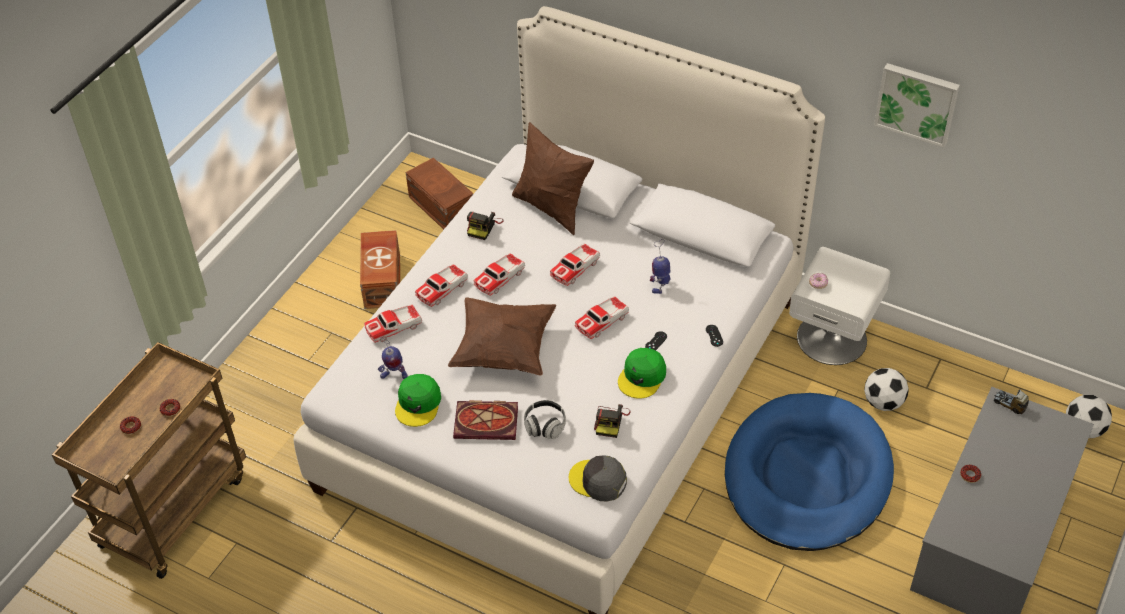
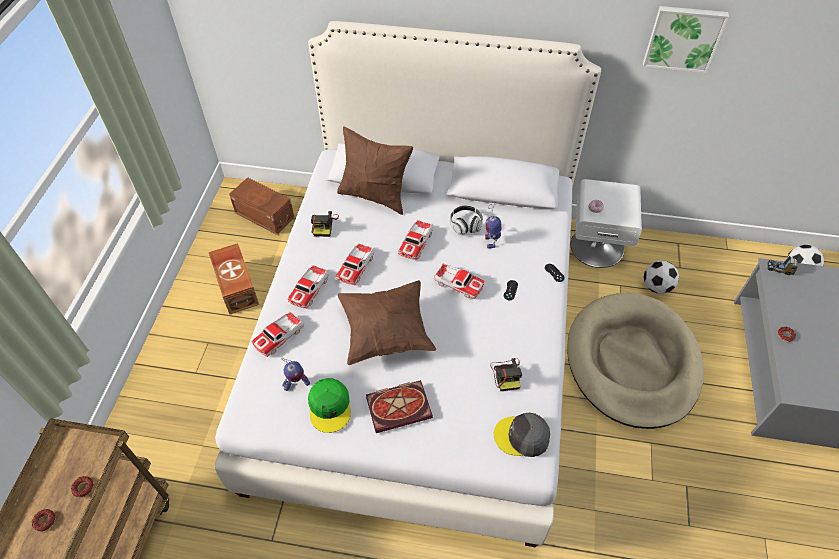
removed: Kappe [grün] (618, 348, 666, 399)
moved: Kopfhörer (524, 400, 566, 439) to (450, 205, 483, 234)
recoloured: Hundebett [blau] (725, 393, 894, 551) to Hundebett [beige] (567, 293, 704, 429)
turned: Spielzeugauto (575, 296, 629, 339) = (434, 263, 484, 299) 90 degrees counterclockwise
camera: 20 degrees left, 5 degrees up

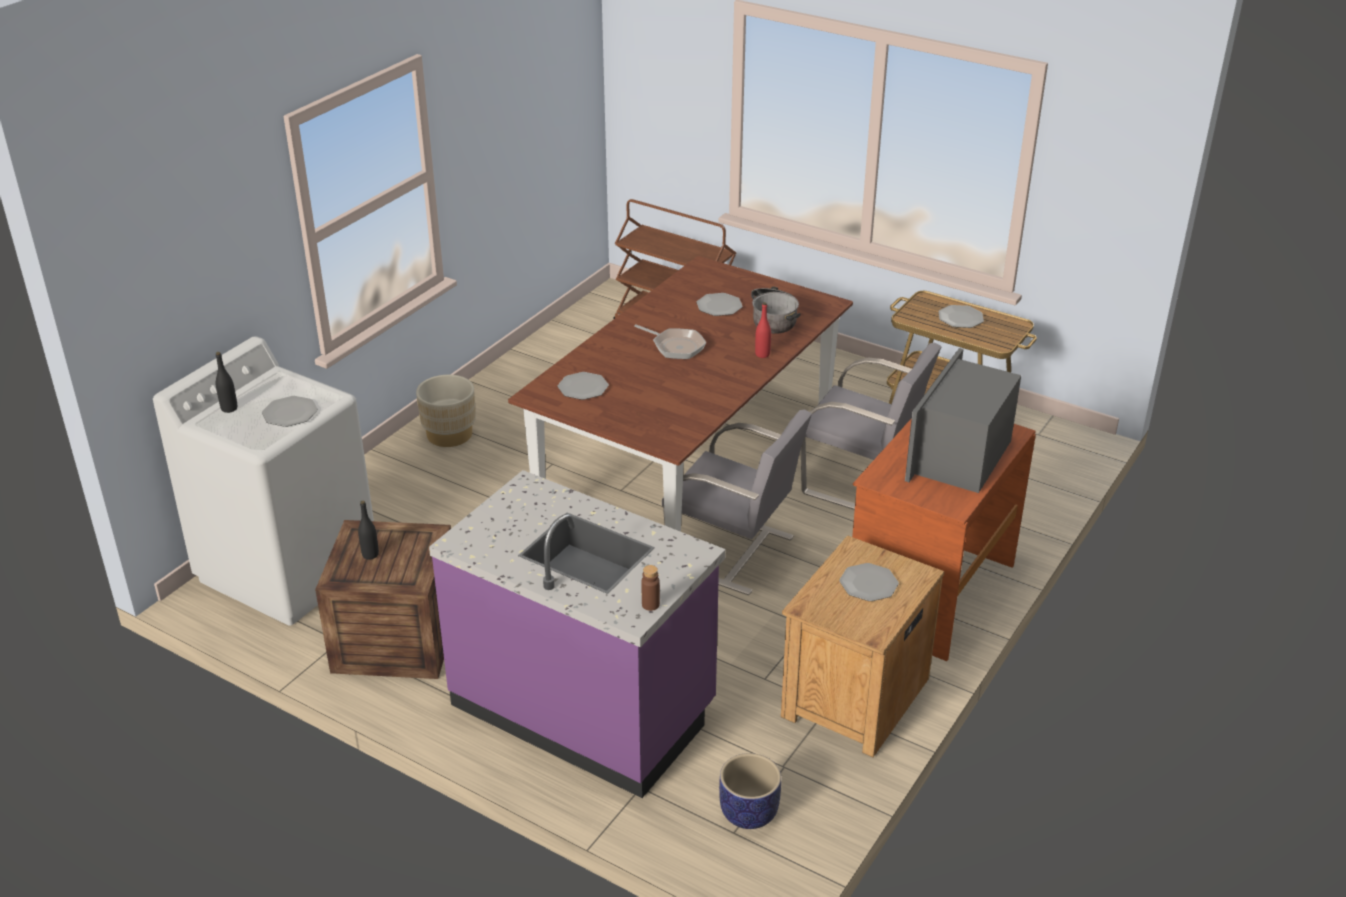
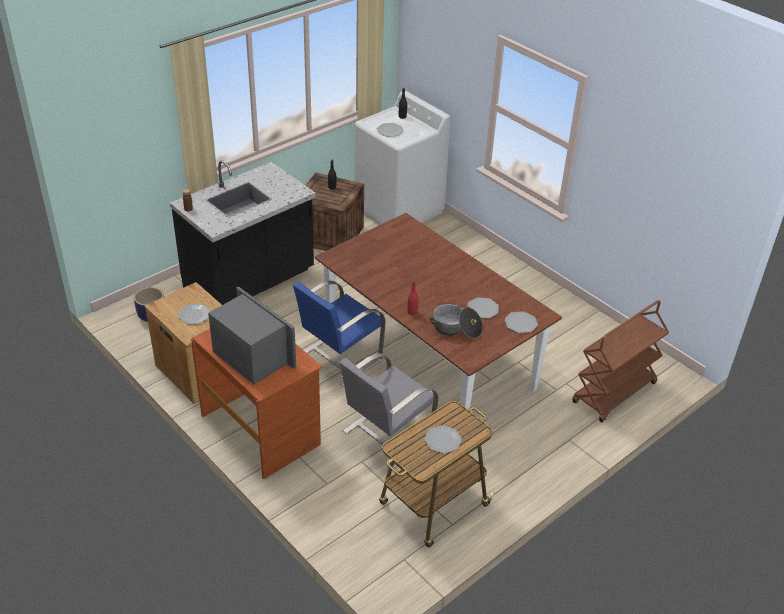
removed: Pflanzkübel [beige] (416, 375, 476, 447); Pfanne (634, 324, 706, 359)
moved: Teller (558, 372, 609, 400) to (505, 311, 538, 333)
recoloured: Küchenzeile [lila] (429, 470, 726, 798) to Küchenzeile [schwarz] (170, 160, 316, 305); Stuhl [grau] (662, 410, 812, 595) to Stuhl [blau] (293, 281, 385, 386)
camera: 105 degrees right, 5 degrees up

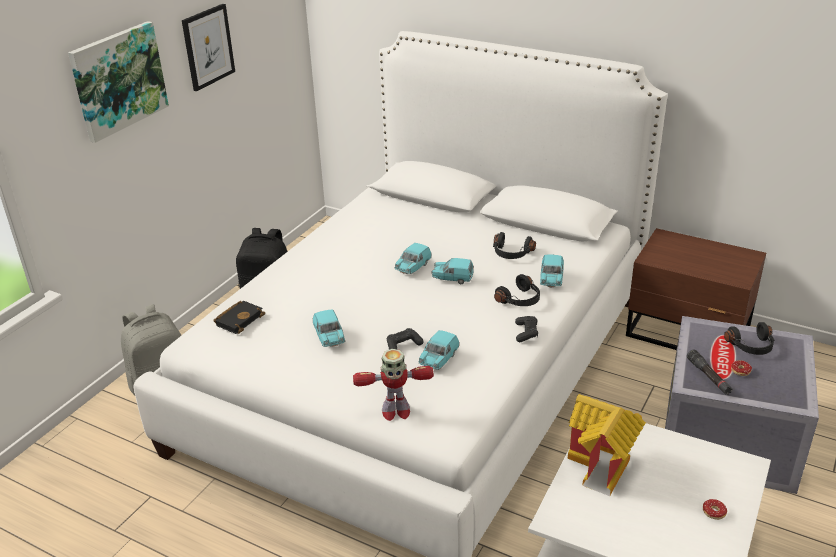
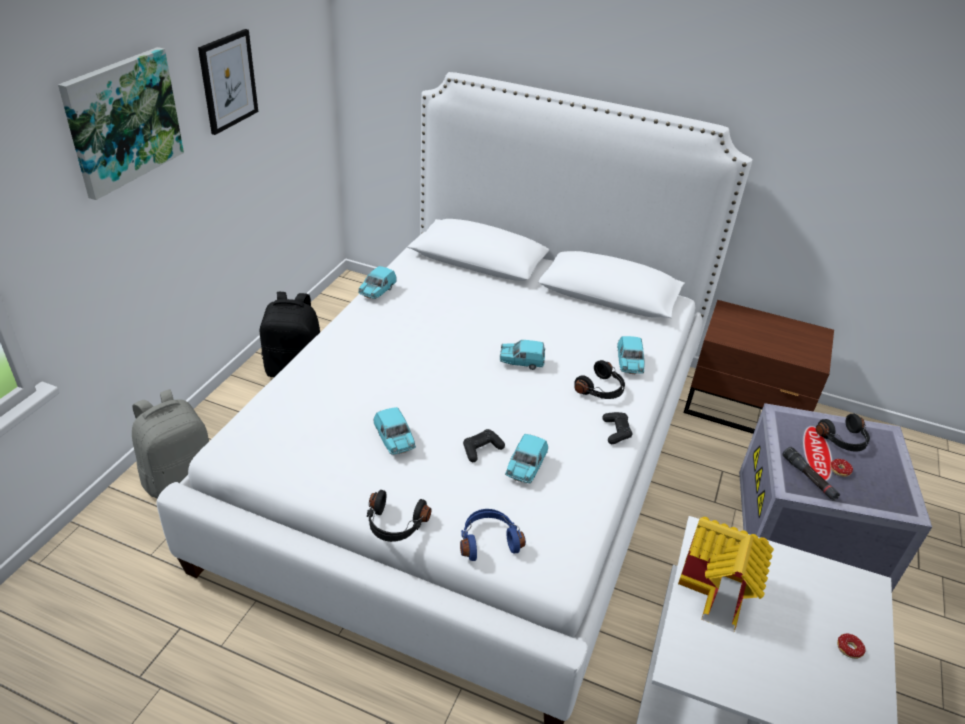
removed: Buch [schwarz] (214, 301, 265, 334)
moved: Spielzeugauto [türkis] (395, 243, 431, 274) to (358, 266, 397, 299); Kopfhörer [schwarz] (493, 232, 536, 259) to (367, 490, 432, 542)
replaced: Spielzeugroboter (353, 349, 434, 421) to Kopfhörer [blau] (460, 509, 526, 561)
camera: 10 degrees left, 5 degrees up

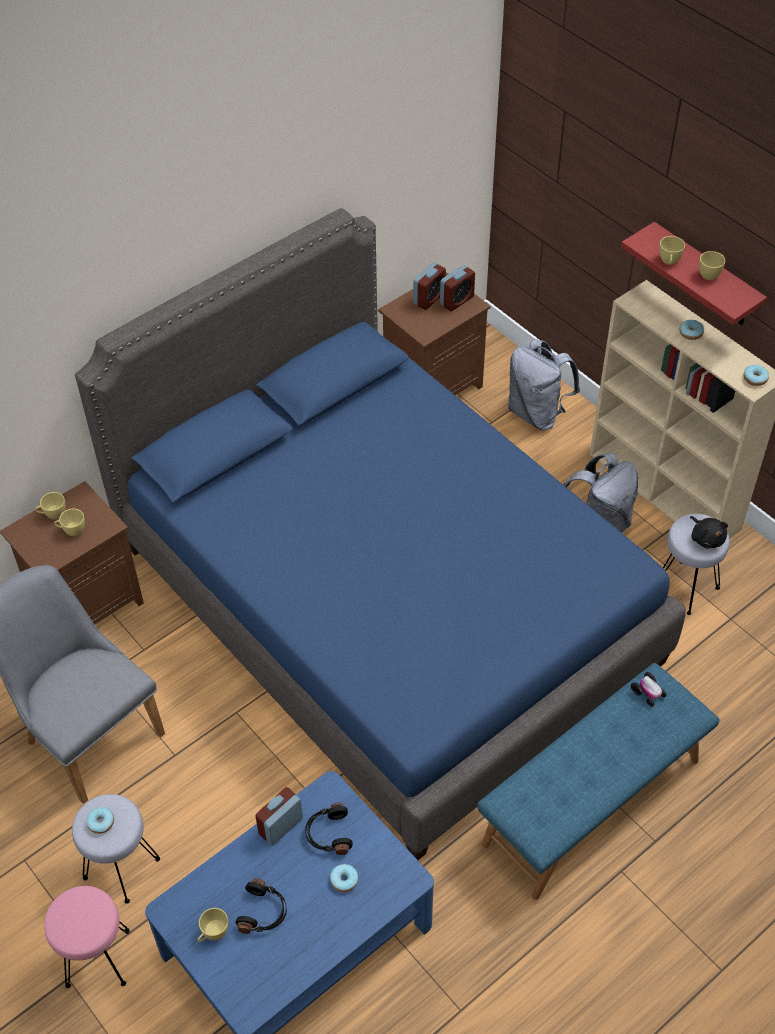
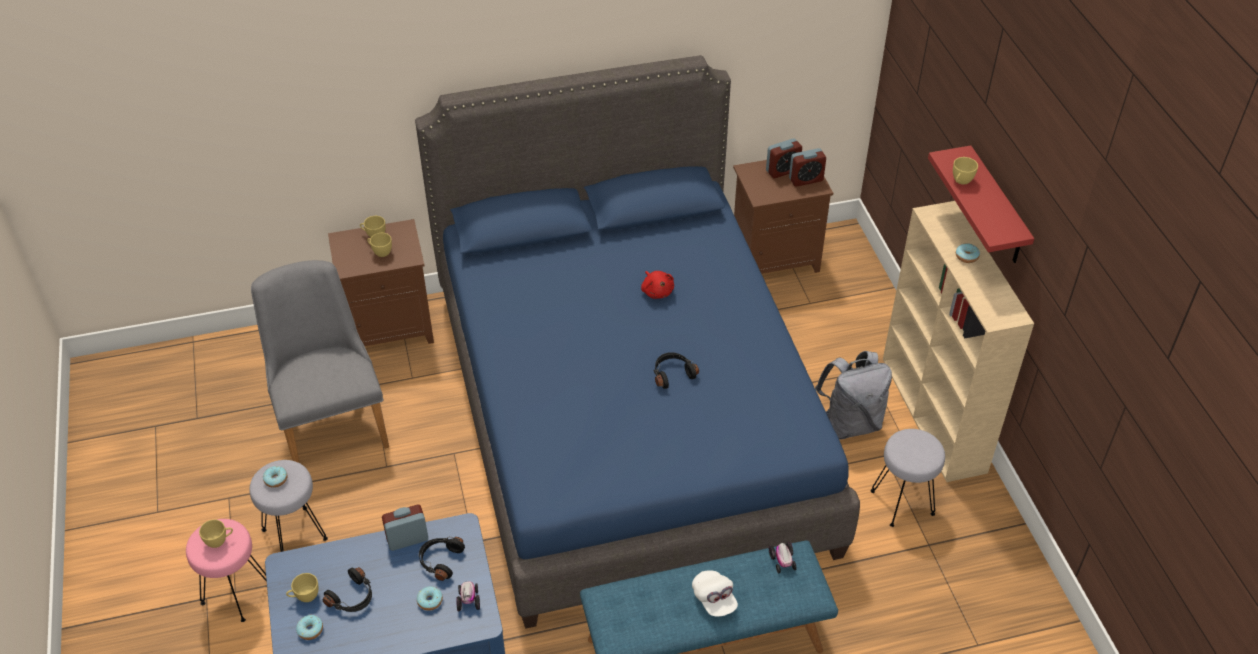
removed: Rucksack [grau] (508, 339, 580, 430); Plüschtier [schwarz] (690, 516, 728, 548)
added: Spielzeugauto (456, 581, 480, 611); Plüschtier [rot] (641, 271, 674, 299); Kopfhörer [schwarz] (653, 352, 699, 389); Kappe [weiß] (692, 570, 738, 616)
moved: Tasse [gelb] (699, 251, 725, 280) to (199, 519, 233, 548); Donut (744, 365, 769, 386) to (296, 615, 323, 640)
camera: 25 degrees right, 5 degrees down

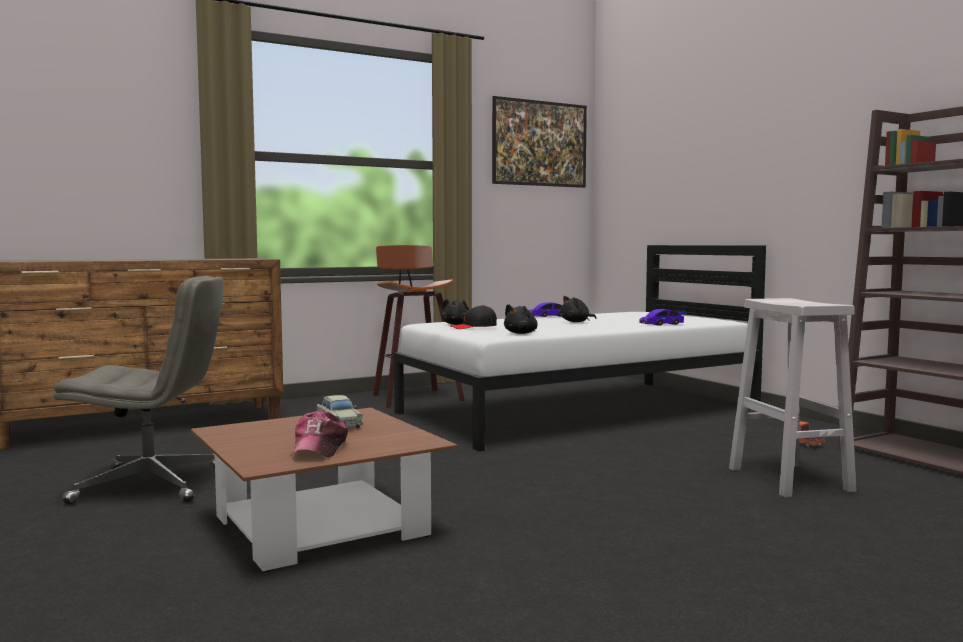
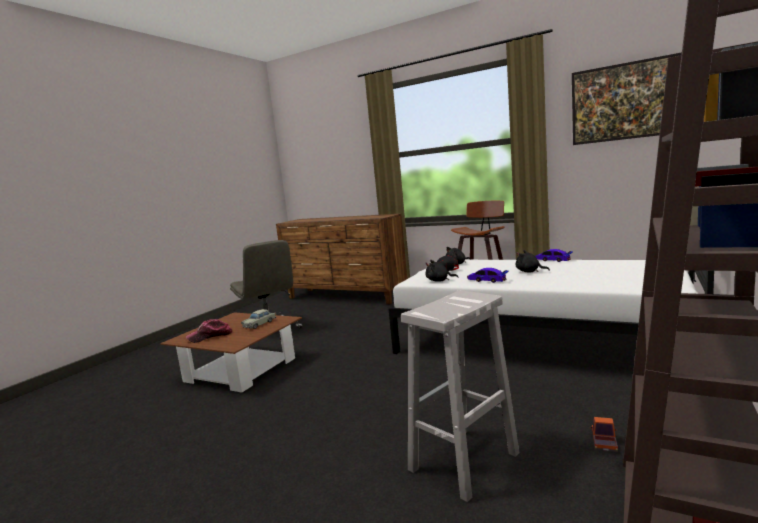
moved: Spielzeugauto (639, 309, 687, 326) to (467, 268, 508, 283)
camera: 60 degrees right, 5 degrees up

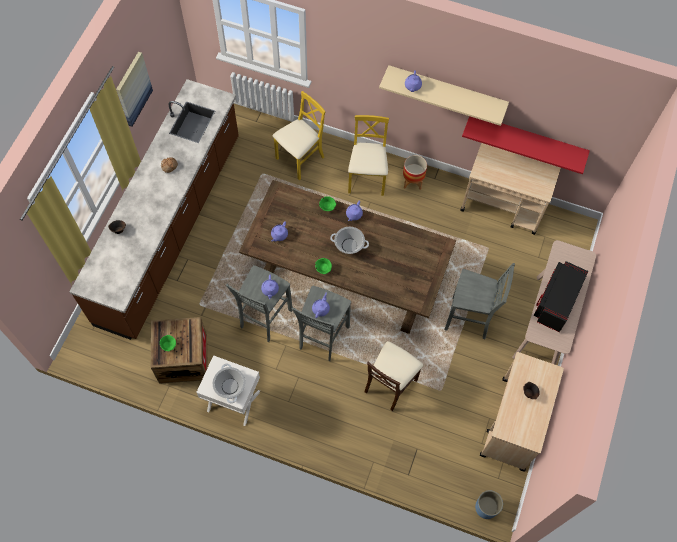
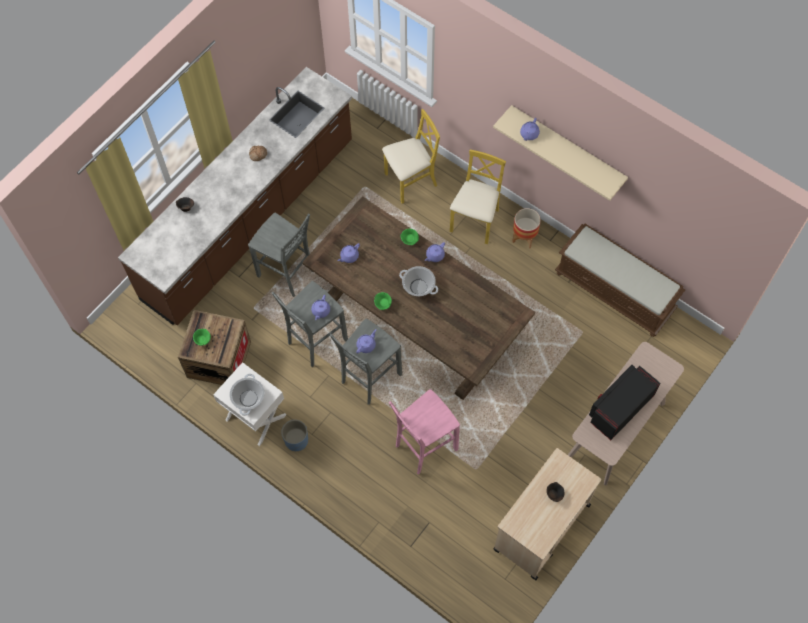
removed: Bild (116, 52, 153, 127); Wandregal [rot] (462, 116, 590, 174)
moved: Hocker [grau] (444, 263, 515, 340) to (248, 213, 313, 297); Pflanzkübel [blau] (475, 490, 503, 519) to (281, 420, 308, 451)
replaced: Stuhl [beige] (364, 341, 423, 411) to Hocker [rosa] (389, 389, 460, 475); Rollwagen [beige] (460, 143, 561, 235) to Bank [braun] (555, 224, 685, 337)
camera: 20 degrees right, 0 degrees up

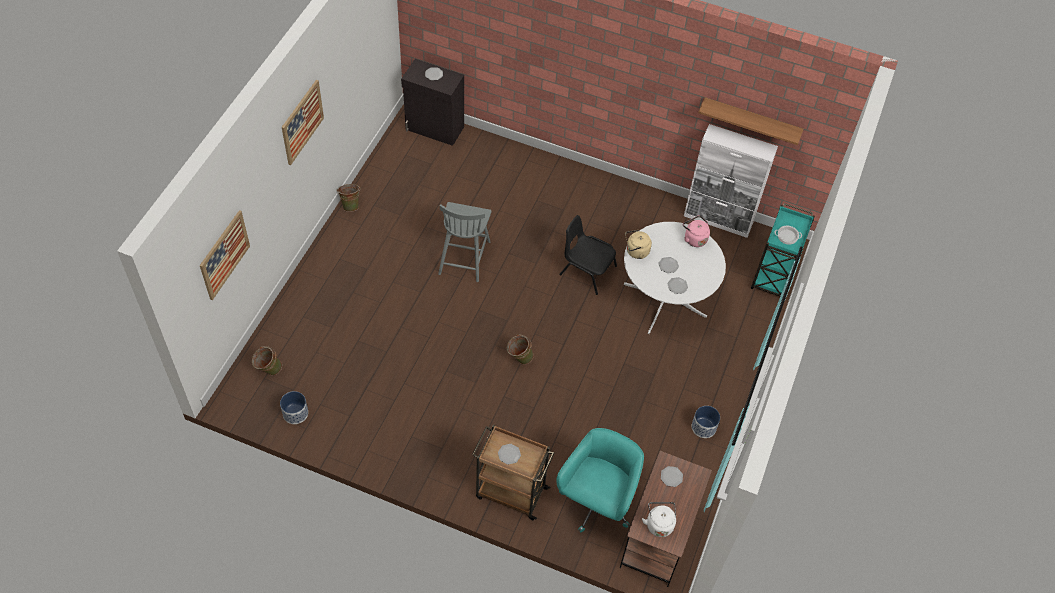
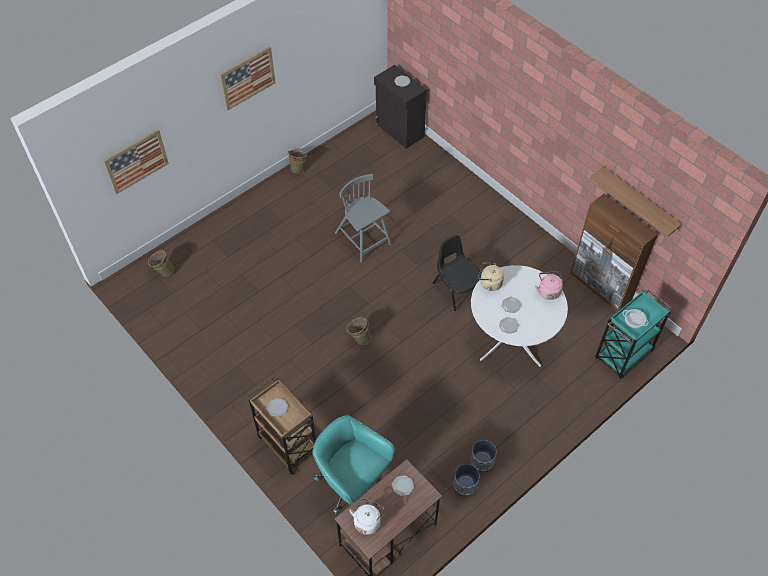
moved: Pflanzkübel (280, 391, 308, 424) to (454, 464, 480, 495)
recoloured: Schrank [weiß] (684, 124, 778, 238) to Schrank [braun] (570, 194, 658, 312)
turned: Stuhl [grau] (438, 202, 492, 282) = (335, 174, 391, 263) 105 degrees clockwise; Bürostuhl [türkis] (556, 428, 644, 533) = (313, 415, 395, 514) 105 degrees counterclockwise
camera: 30 degrees right, 0 degrees up

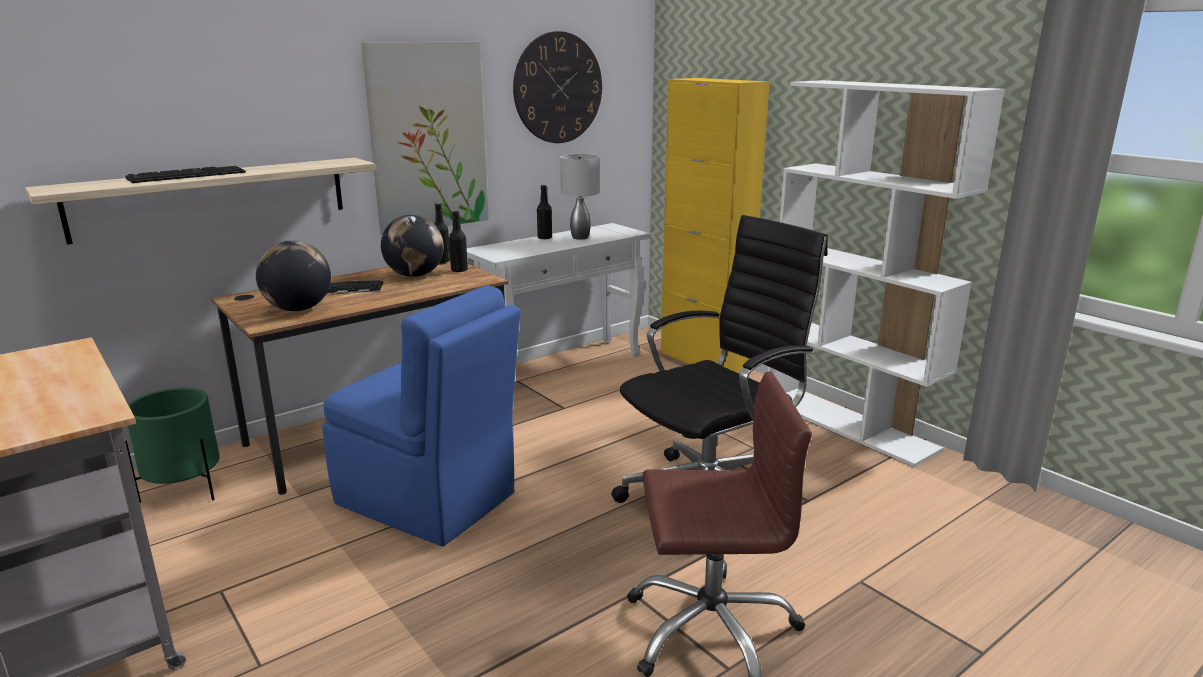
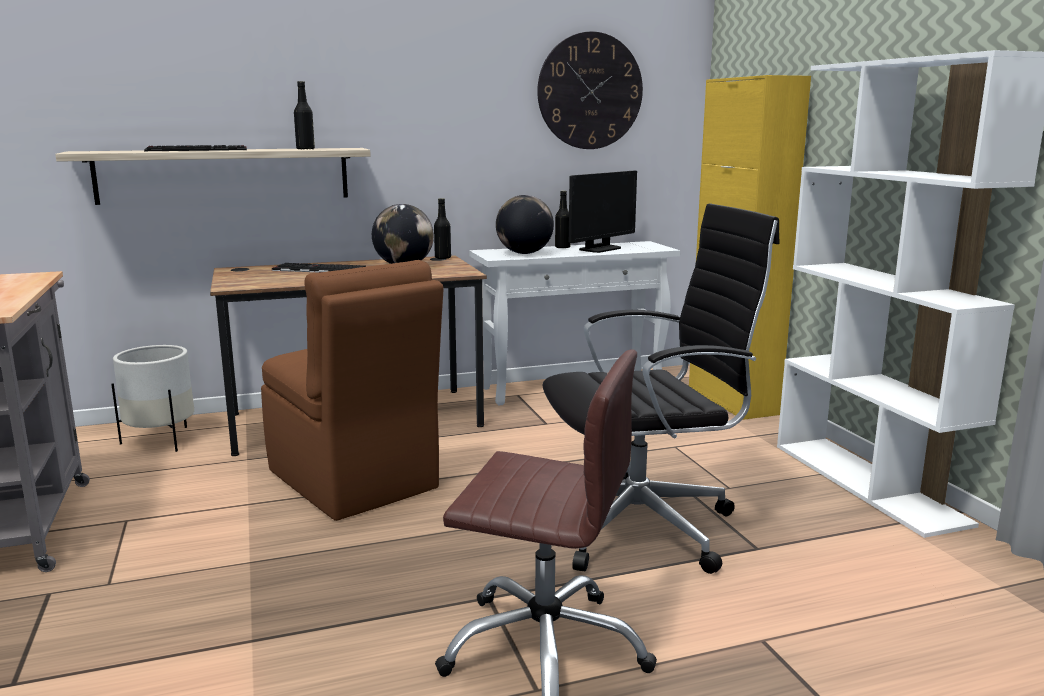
removed: Bild (361, 42, 489, 235)
moved: Globus (256, 240, 331, 311) to (496, 195, 554, 254); Flasche [schwarz] (449, 210, 468, 272) to (294, 81, 315, 150)
replaced: Tischlampe [grau] (560, 154, 599, 240) to Monitor (569, 171, 637, 253)
recoloured: Pflanzkübel [grün] (125, 388, 220, 503) to Pflanzkübel [weiß] (111, 345, 194, 452); Stuhl [blau] (322, 286, 521, 546) to Stuhl [braun] (261, 260, 443, 521)
camera: 20 degrees right, 5 degrees down

